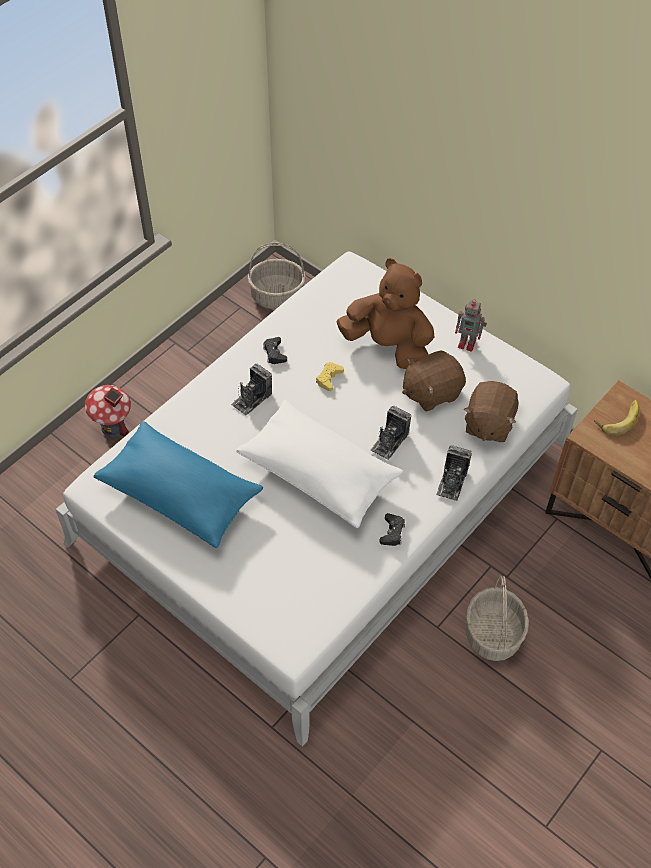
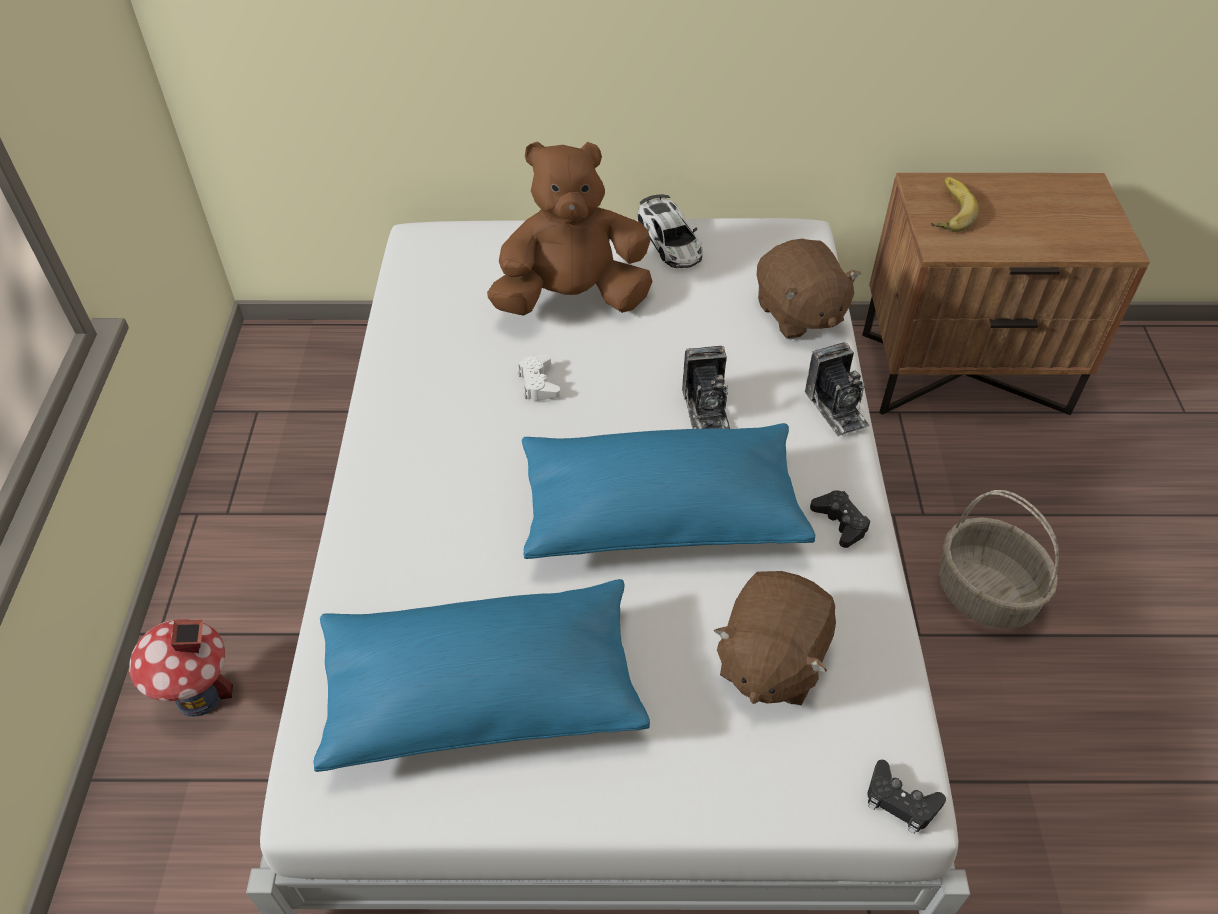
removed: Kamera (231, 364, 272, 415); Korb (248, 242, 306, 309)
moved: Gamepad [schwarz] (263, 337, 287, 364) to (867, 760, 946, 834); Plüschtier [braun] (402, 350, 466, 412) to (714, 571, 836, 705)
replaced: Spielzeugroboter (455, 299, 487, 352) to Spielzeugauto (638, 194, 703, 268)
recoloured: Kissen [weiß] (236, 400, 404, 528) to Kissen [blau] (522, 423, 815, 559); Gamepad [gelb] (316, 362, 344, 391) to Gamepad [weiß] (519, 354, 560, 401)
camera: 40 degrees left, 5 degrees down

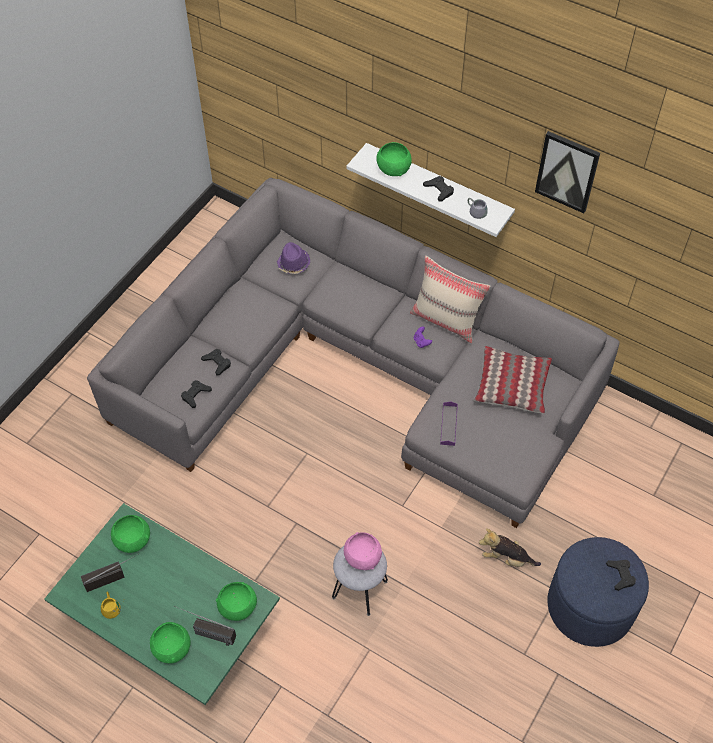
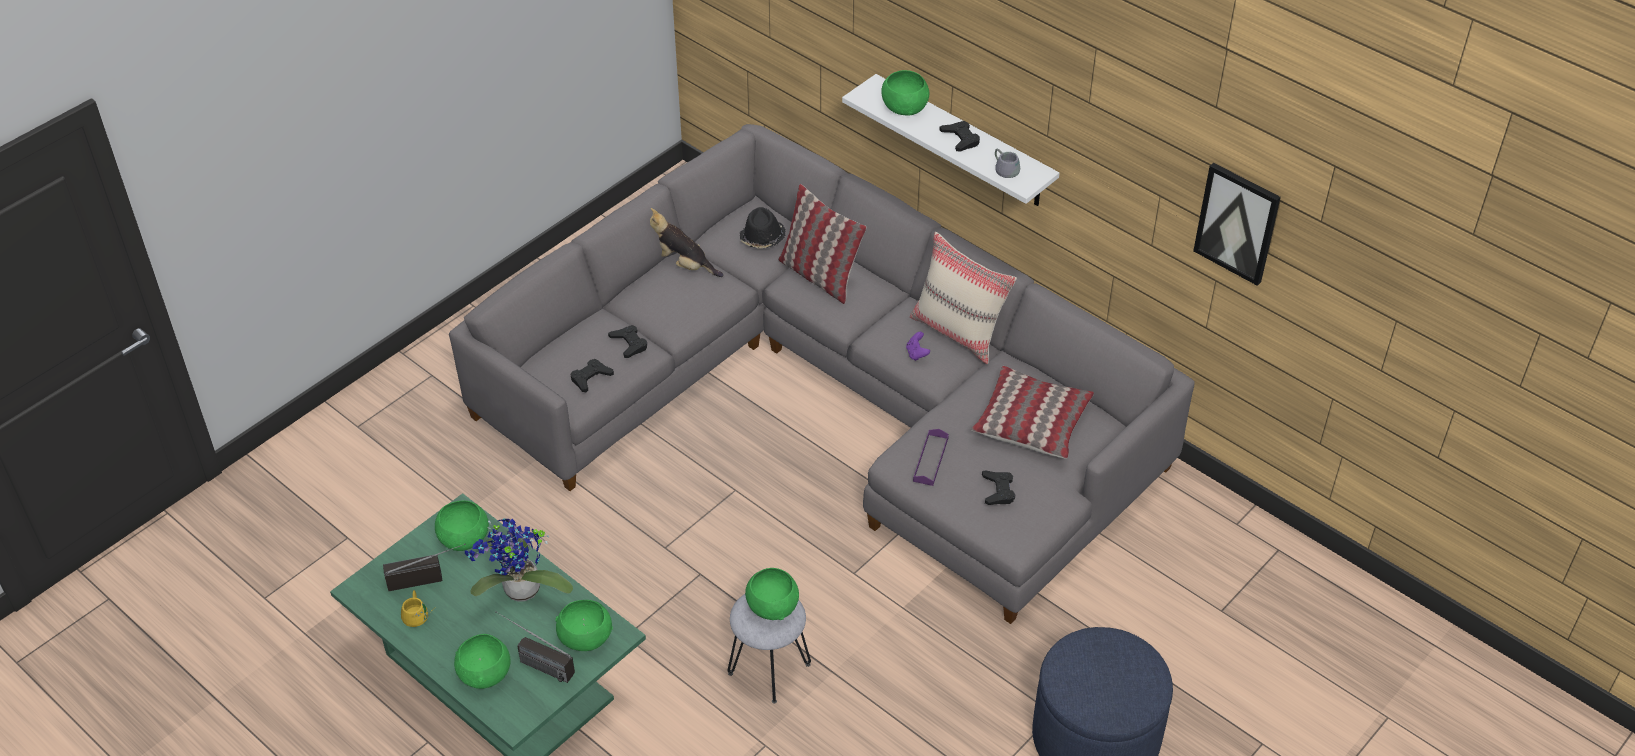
added: Topfpflanze (465, 518, 573, 602); Kissen (778, 184, 867, 304)
moved: Plüschtier (479, 528, 541, 567) to (650, 208, 723, 277); Bild (535, 131, 600, 213) to (1193, 163, 1281, 286); Gamepad [schwarz] (606, 560, 636, 591) to (982, 470, 1015, 505)
recoloured: Hut [lila] (277, 242, 310, 274) to Hut [schwarz] (740, 207, 786, 249); Schüssel [rosa] (344, 532, 382, 570) to Schüssel [grün] (745, 568, 799, 620)
camera: 10 degrees right, 10 degrees down

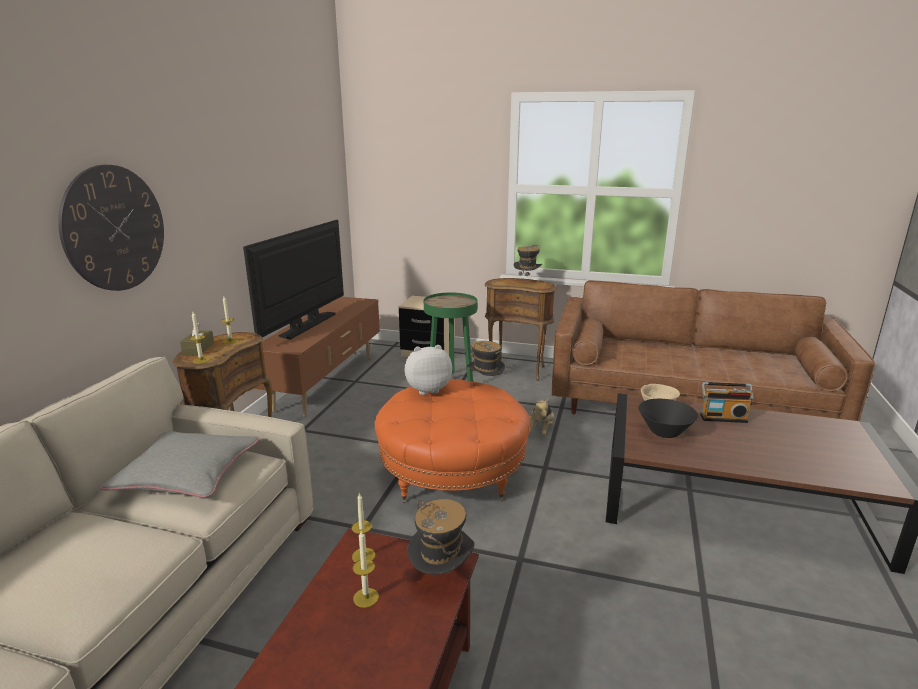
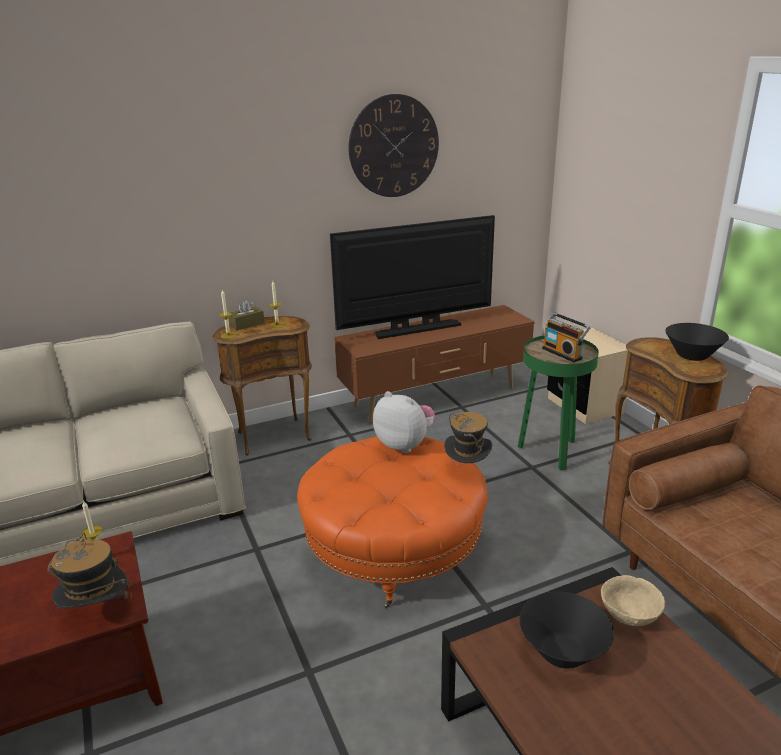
removed: Kissen [grau] (99, 431, 259, 498); Kerze (353, 531, 379, 608); Plüschtier (529, 398, 554, 436)
moved: Wanduhr (58, 165, 164, 291) to (348, 94, 439, 197); Radio (700, 382, 754, 423) to (542, 312, 590, 362)
replaced: Hut (513, 245, 542, 284) to Schüssel [schwarz] (665, 323, 729, 361)
camera: 50 degrees right, 5 degrees up

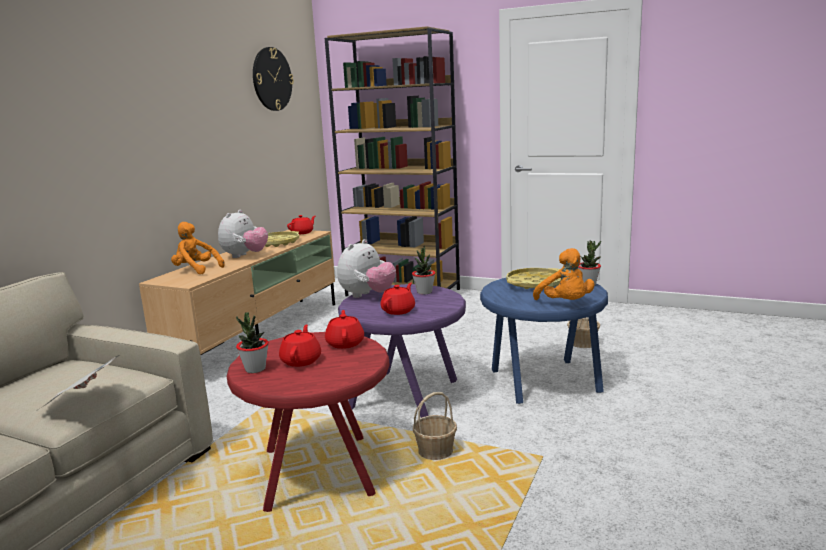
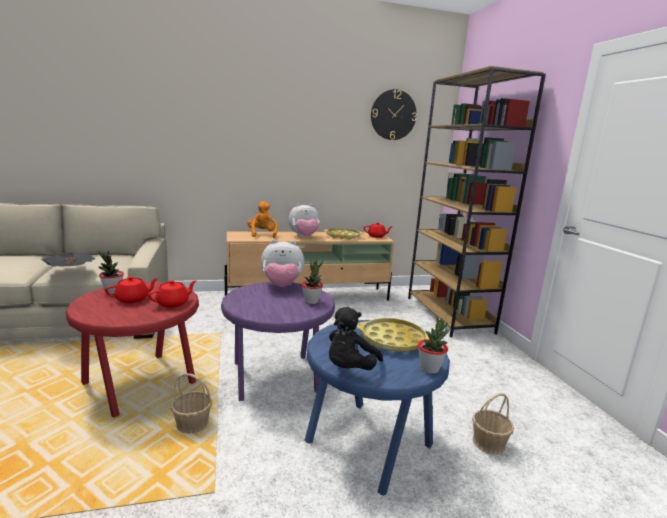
removed: Teekanne [rot] (381, 283, 415, 315)
recoloured: Plüschtier [orange] (533, 248, 594, 300) to Plüschtier [schwarz] (329, 307, 383, 370)
camera: 50 degrees right, 0 degrees up

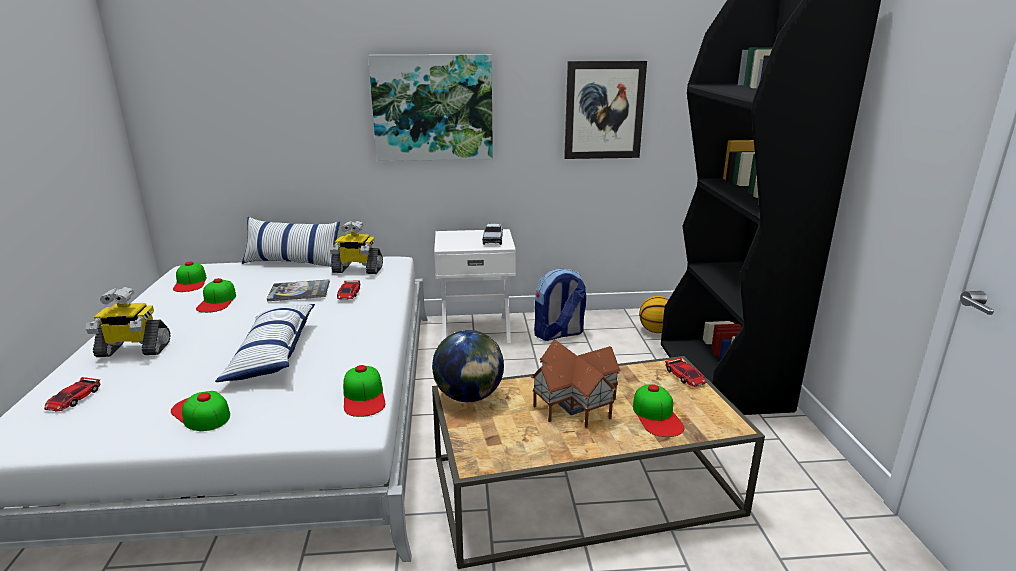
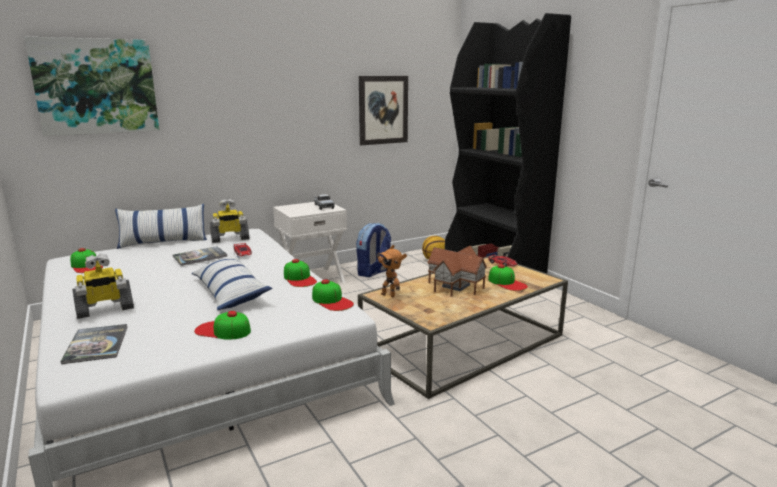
moved: Kappe (196, 278, 236, 313) to (284, 259, 317, 287); Bild (368, 54, 493, 161) to (24, 37, 159, 136)
replaced: Spielzeugauto (44, 377, 101, 412) to Buch (61, 324, 128, 364); Globus (432, 330, 504, 402) to Spielzeugroboter (376, 245, 407, 298)
camera: 25 degrees left, 5 degrees down

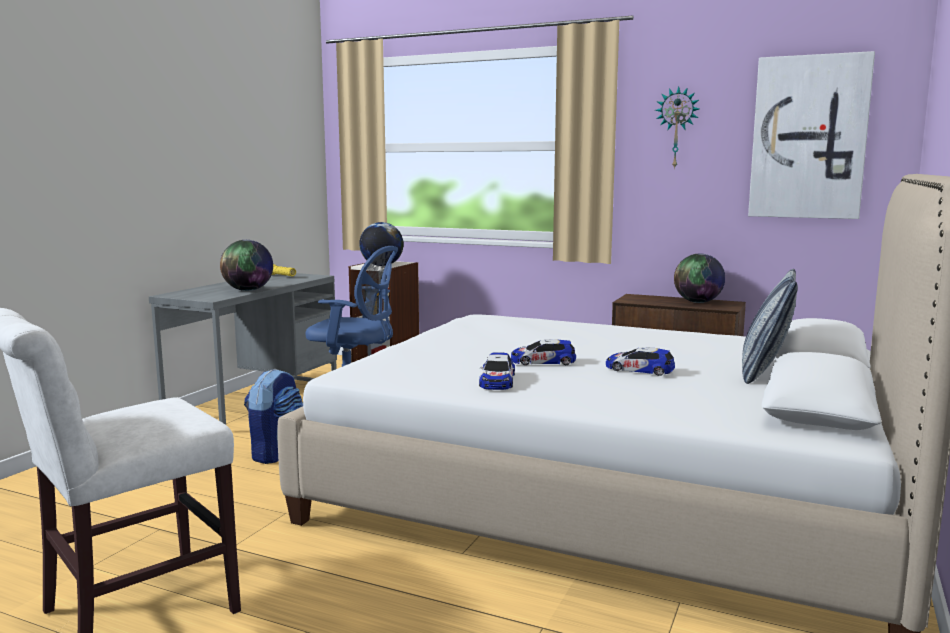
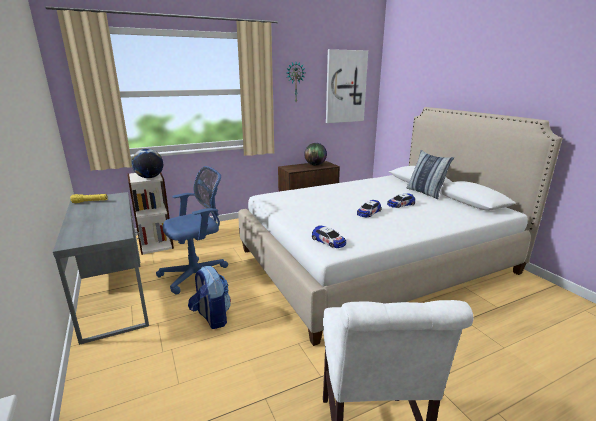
removed: Globus (220, 240, 273, 291)
moved: Spielzeugauto (479, 352, 515, 390) to (312, 225, 346, 248)
camera: 50 degrees left, 10 degrees up

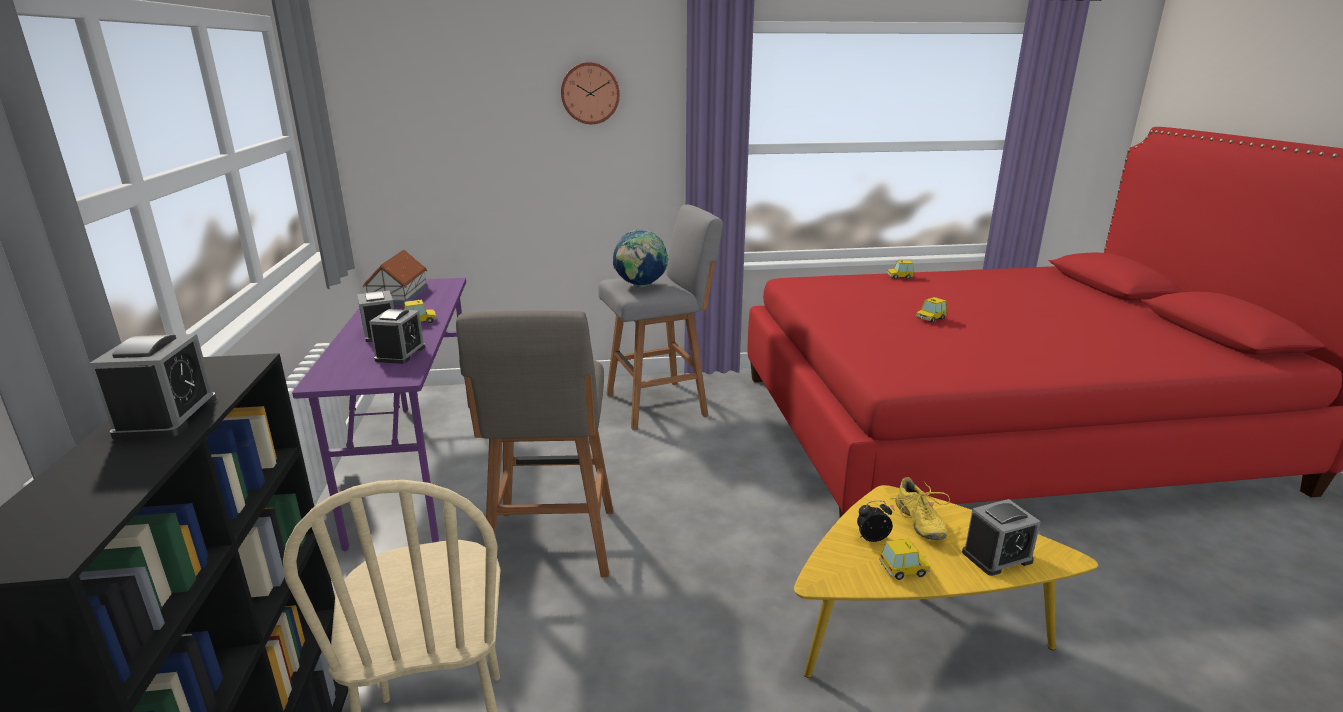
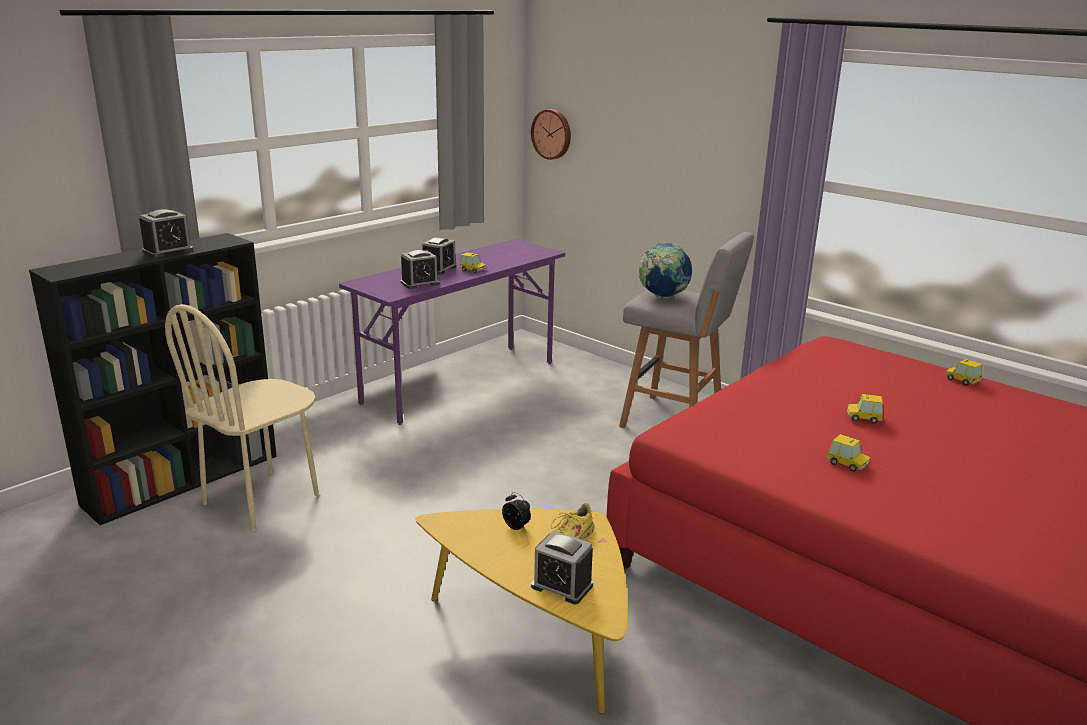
removed: Spielzeughaus (363, 250, 427, 305); Hocker [grau] (456, 310, 613, 577)
moved: Wanduhr (561, 62, 620, 124) to (531, 109, 571, 160); Spielzeugauto (879, 539, 930, 580) to (826, 434, 870, 472)
camera: 50 degrees right, 0 degrees up

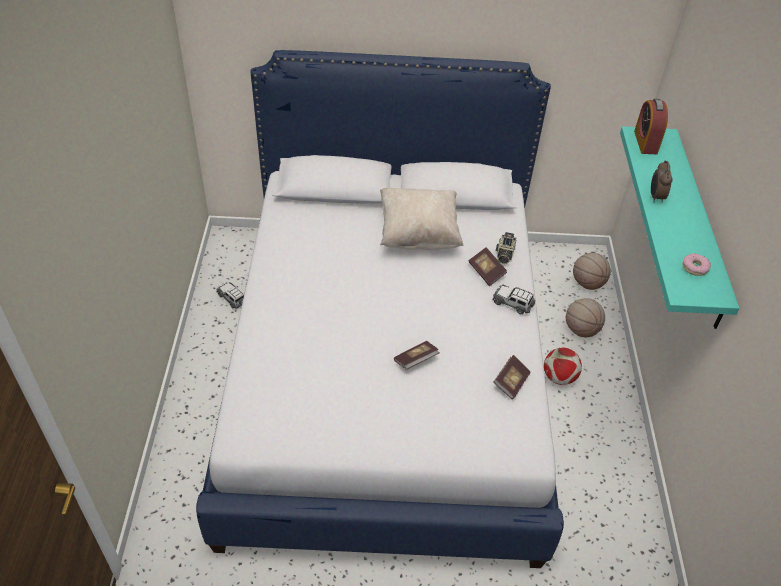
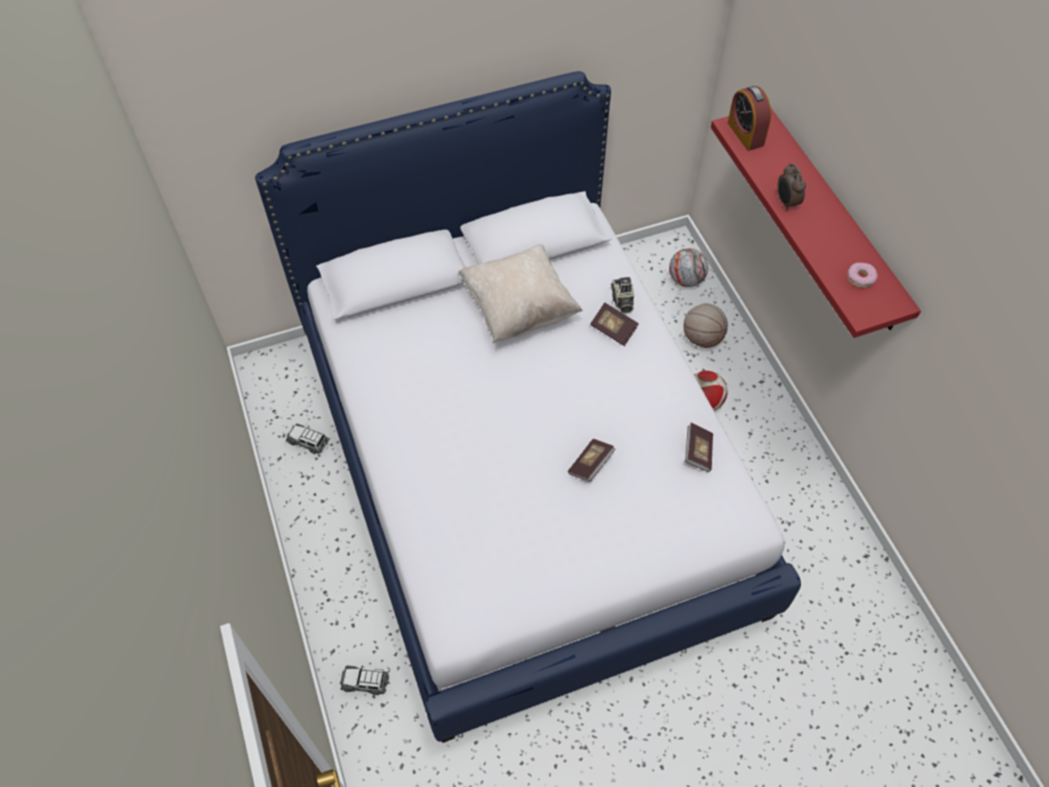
moved: Spielzeugauto (492, 285, 535, 314) to (340, 665, 389, 695)
replaced: Basketball (573, 253, 611, 290) to Fußball (669, 248, 708, 287)
recoloured: Wandregal [türkis] (620, 126, 739, 329) to Wandregal [rot] (711, 108, 921, 338)
camera: 20 degrees left, 10 degrees up

